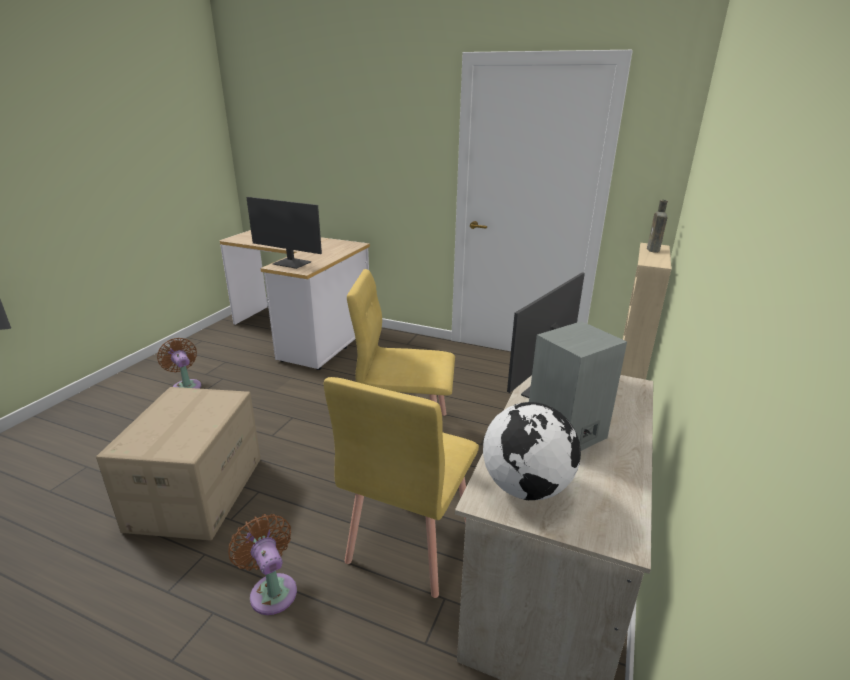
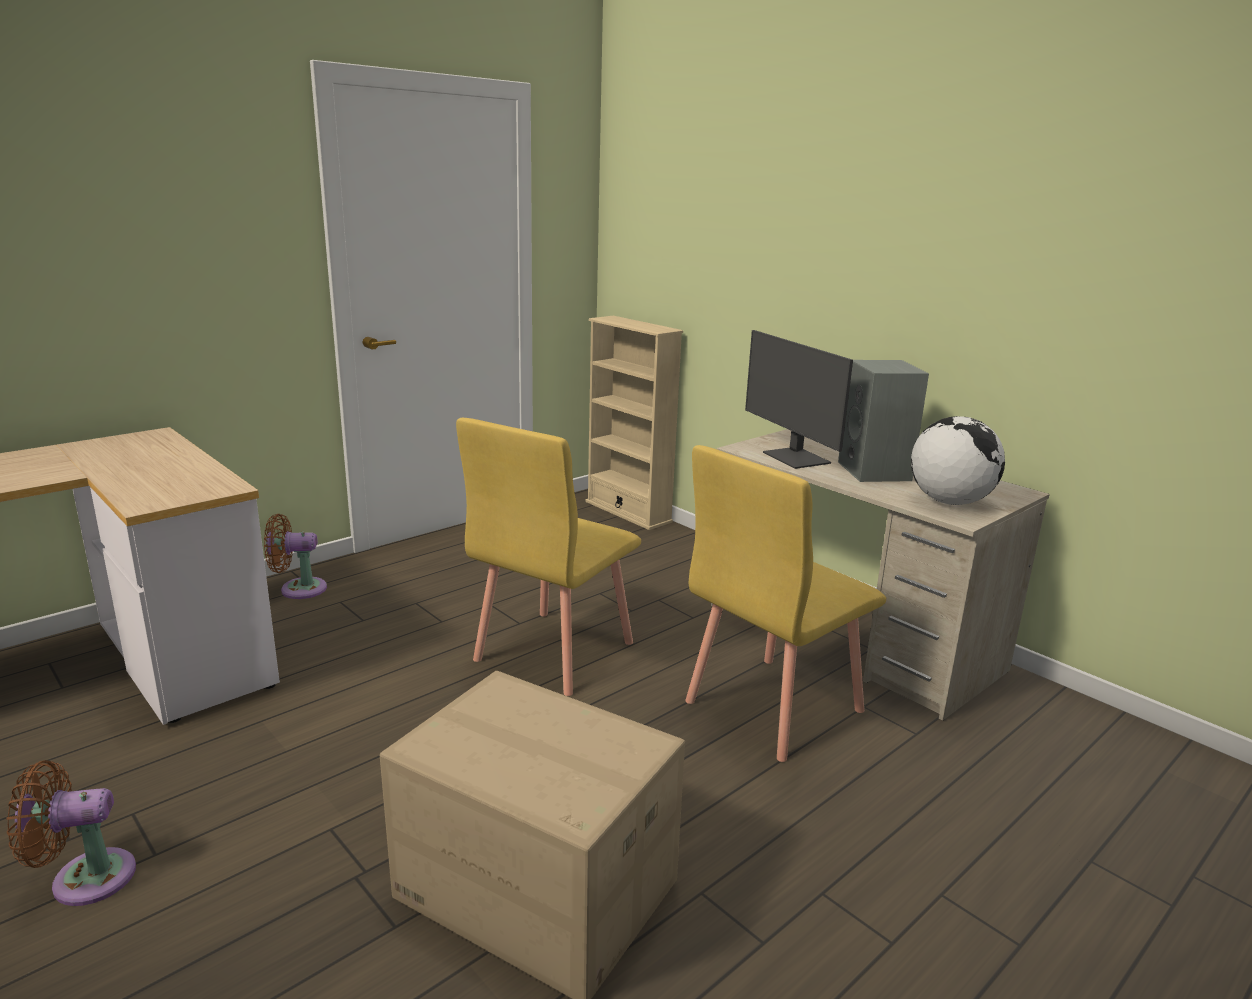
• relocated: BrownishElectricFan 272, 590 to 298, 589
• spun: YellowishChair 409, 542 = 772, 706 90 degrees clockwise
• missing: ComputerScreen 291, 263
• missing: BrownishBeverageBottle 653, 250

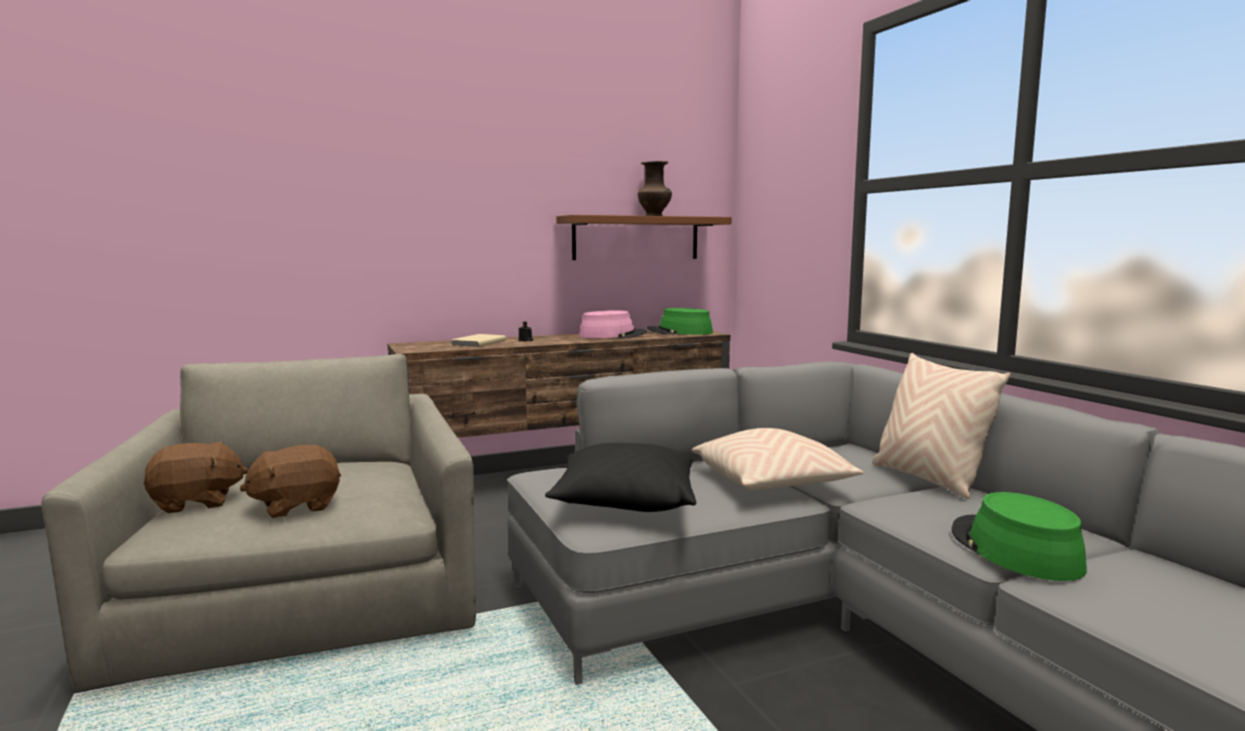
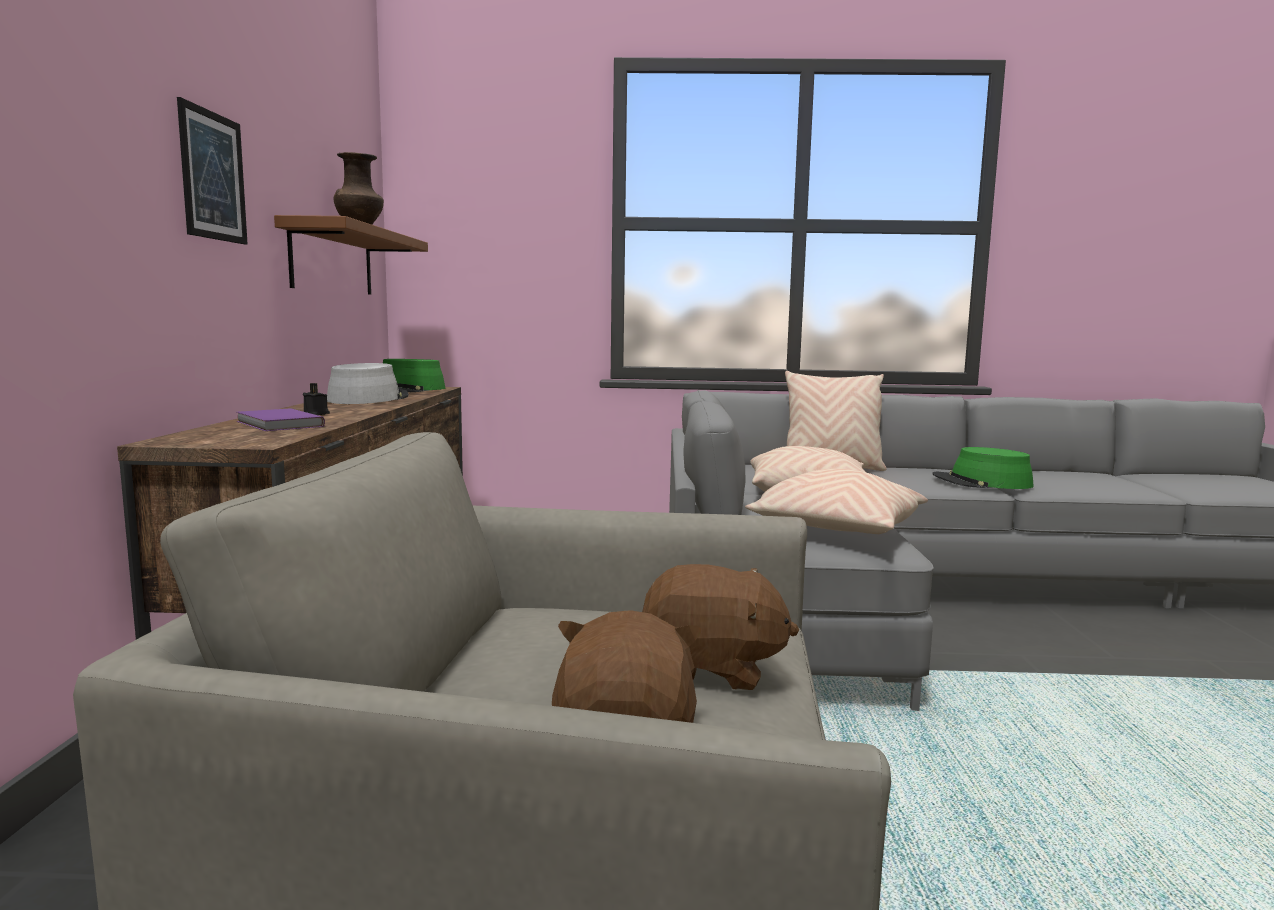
• appeared: WallArt 213, 176
• colour: BeigeColouredVolume 477, 343 to PurpleColouredVolume 278, 424
• colour: PinkColouredWearableHat 613, 335 to GrayWearableHat 368, 399
• spun: BrownishPlushToy 296, 506 = 711, 670 75 degrees counterclockwise
• colour: BlackishCushion 625, 502 to BeigeColouredCushion 837, 531

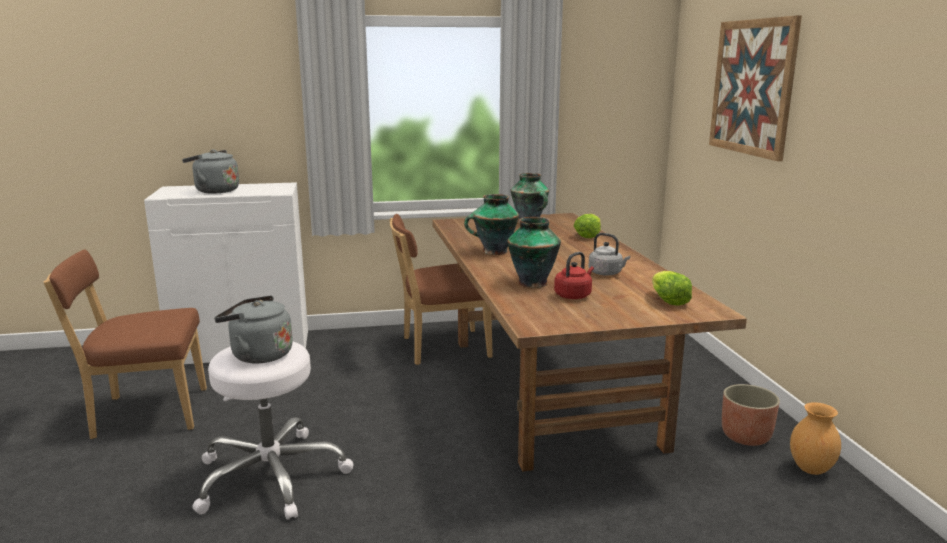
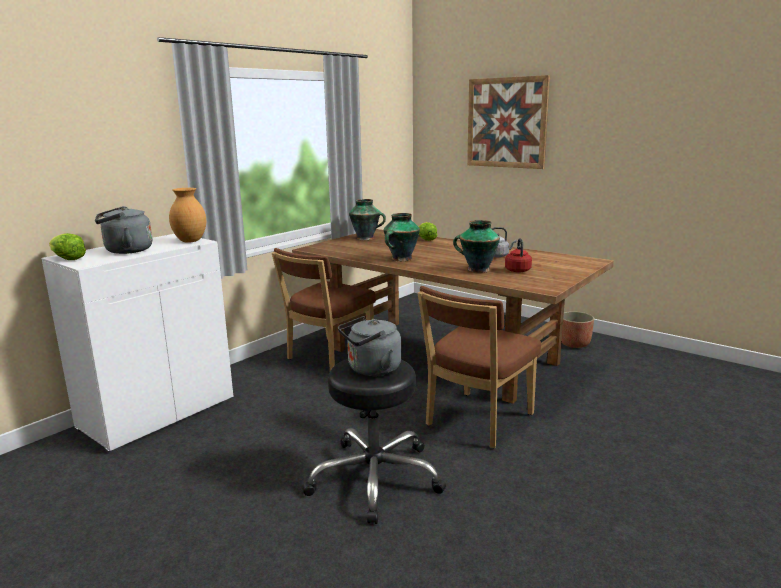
• relocated: Lettuce 667, 301 to 67, 259
• relocated: BrownishVase 810, 469 to 190, 241
• colour: WhiteStool 271, 476 to BlackishStool 375, 478
• relocated: BrownishChair 145, 413 to 476, 421

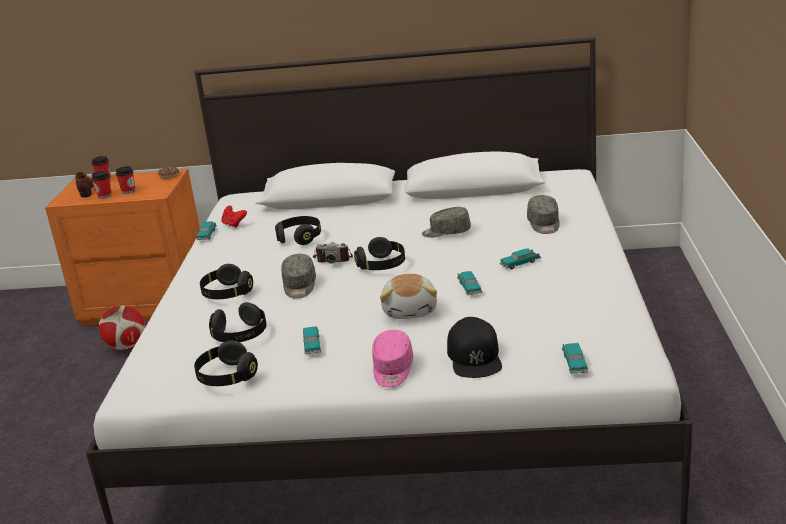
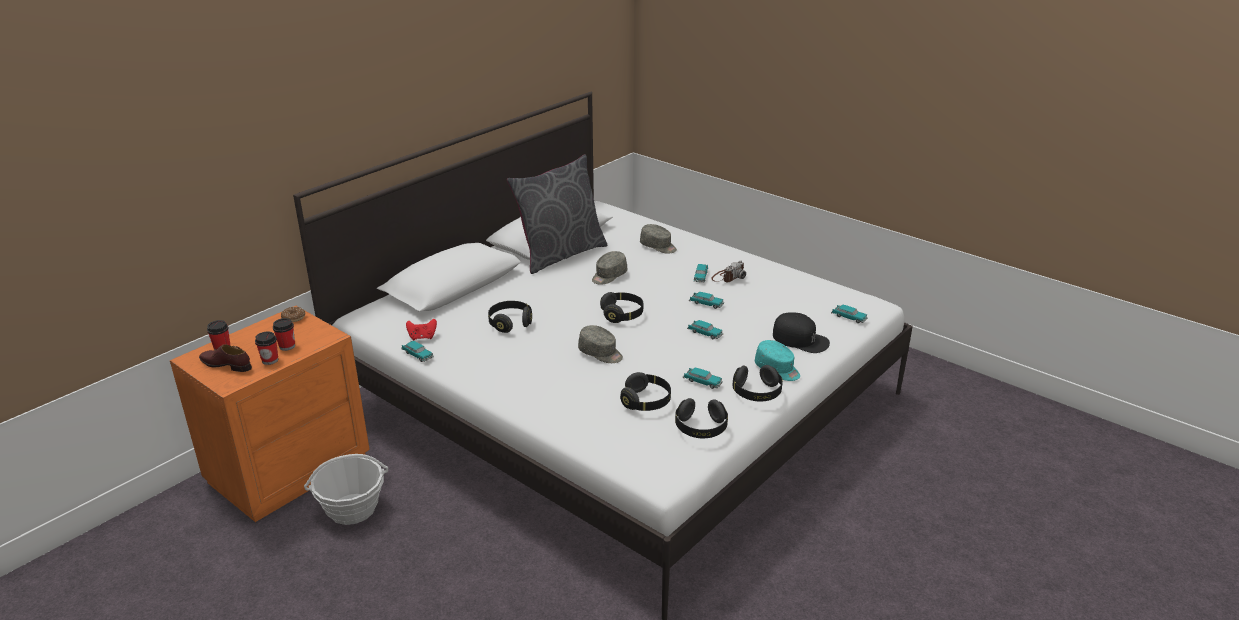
• exchanged: FootballBall 127, 347 to StorageBasket 352, 509
• appeared: GrayCushion 560, 254
• exchanged: PlushToy 411, 310 to ToyCar 705, 333
• relocated: StillCamera 333, 259 to 728, 277
• relocated: BlackishHeadset 227, 294 to 756, 393
• colour: PinkColouredPeakedCap 392, 370 to TurquoiseColouredPeakedCap 777, 369

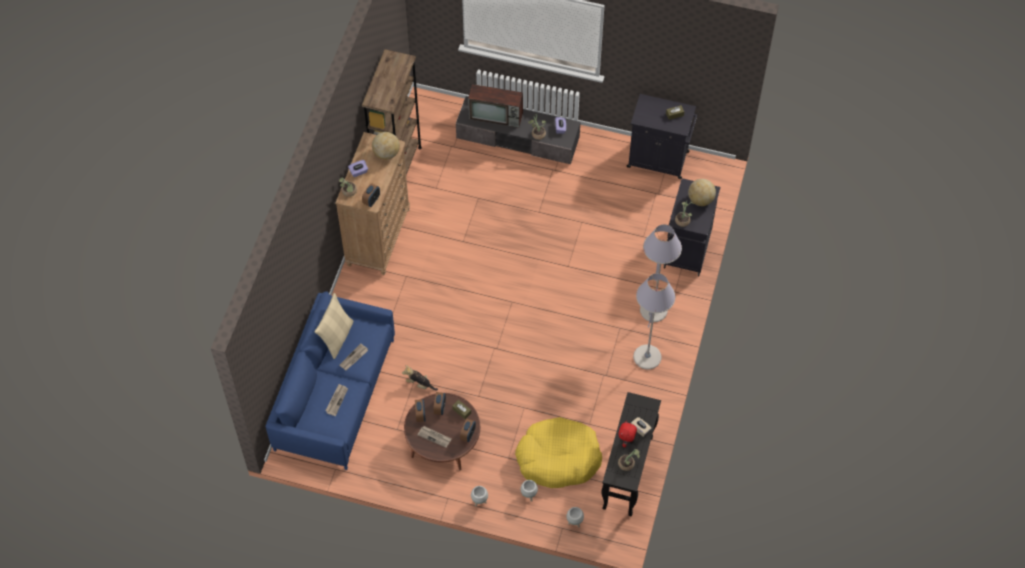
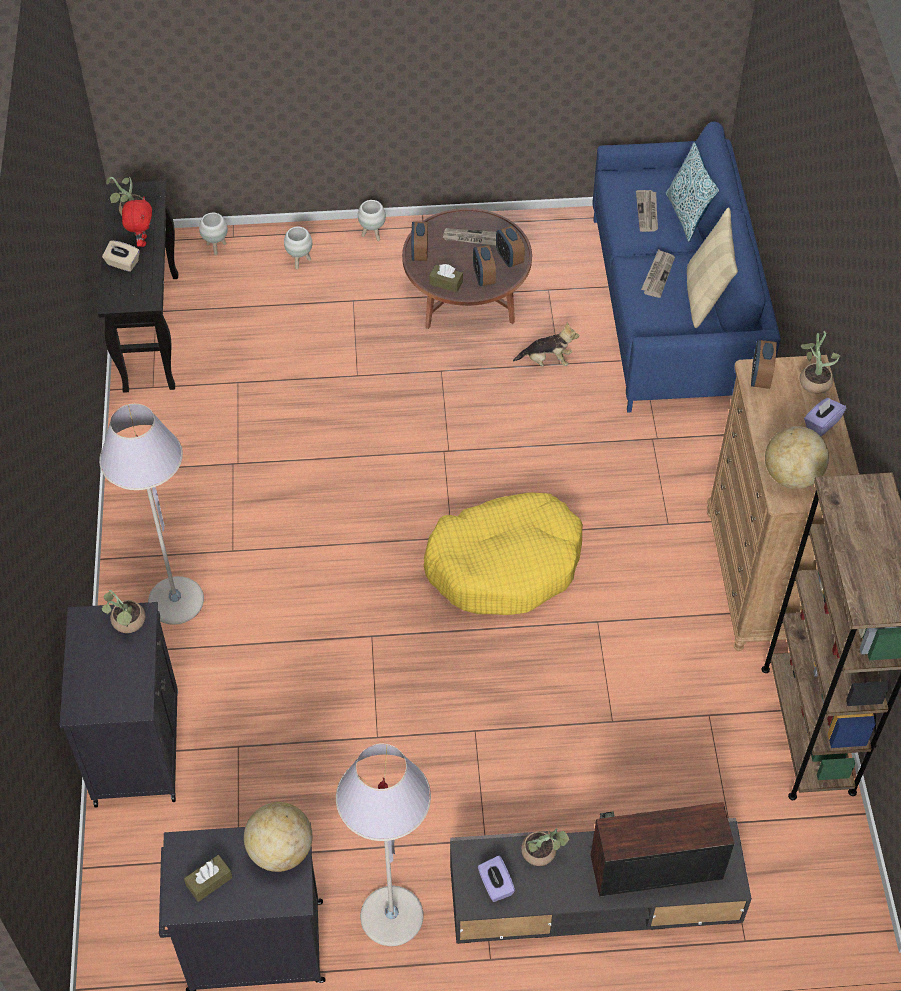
• relocated: DeskGlobe 700, 200 to 280, 850
• relocated: GrayStandardLamp 647, 357 to 391, 916
• relocated: YellowishDogCushion 558, 458 to 505, 564
• appeared: Cushion 687, 215

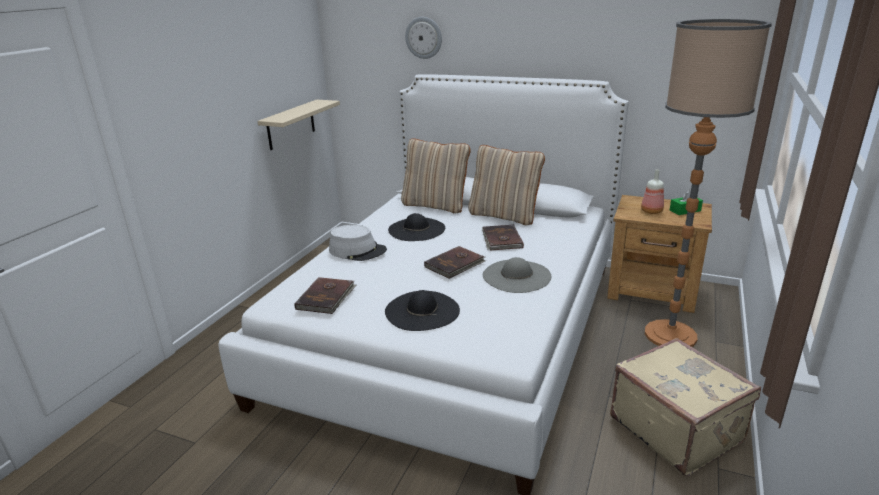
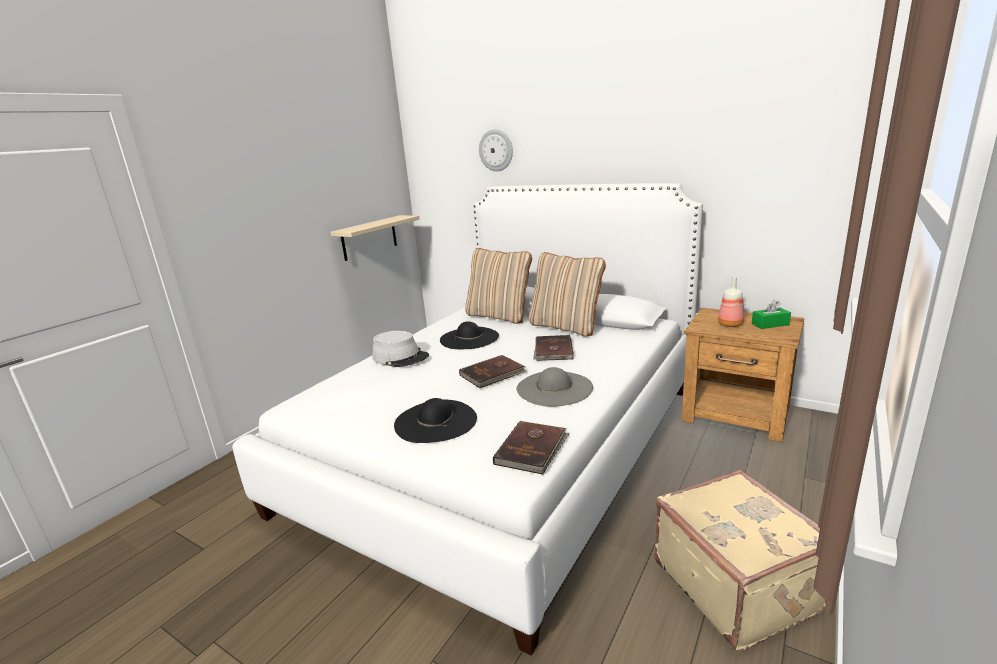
• relocated: BrownishVolume 326, 297 to 532, 449
• missing: StandardLamp 670, 335

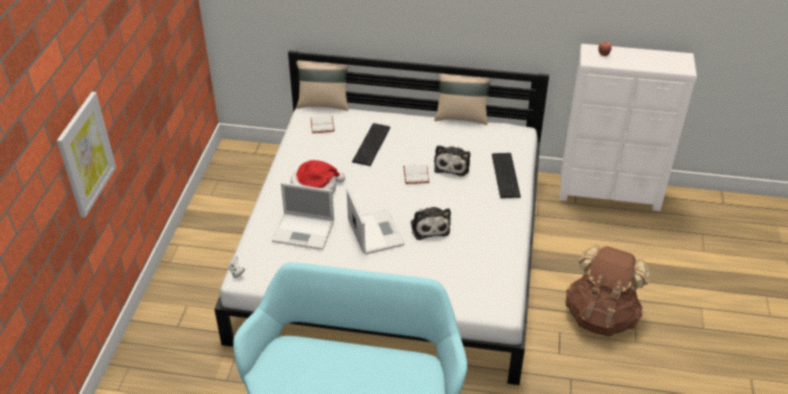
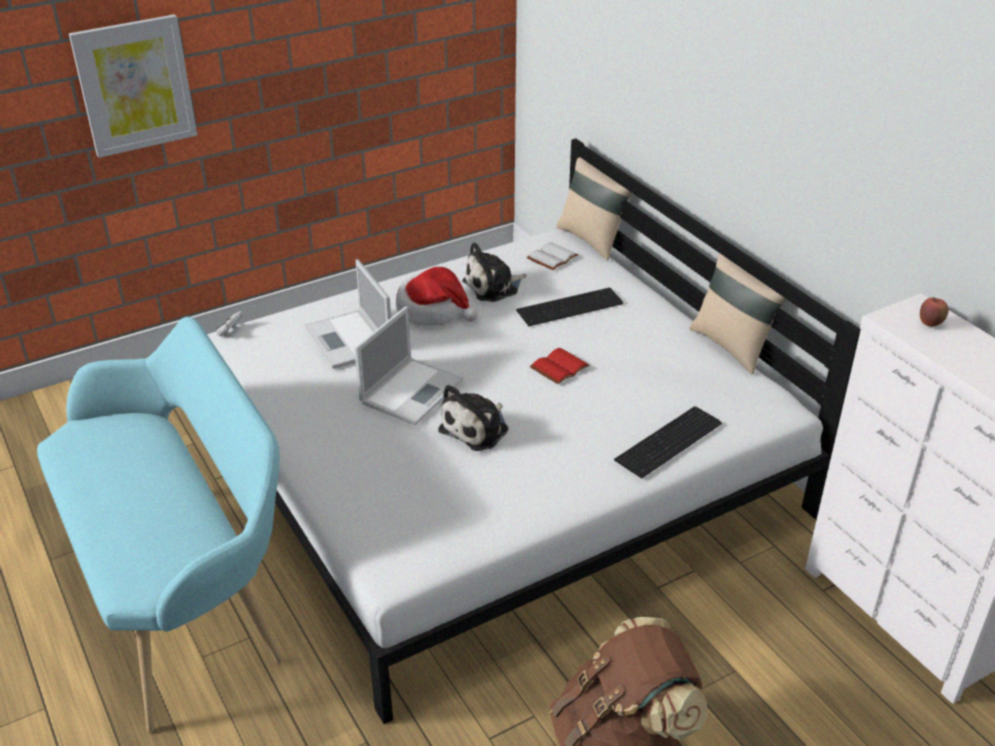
• relocated: PlushToy 452, 165 to 494, 287
• colour: WhiteVolume 415, 175 to RedColouredVolume 559, 366

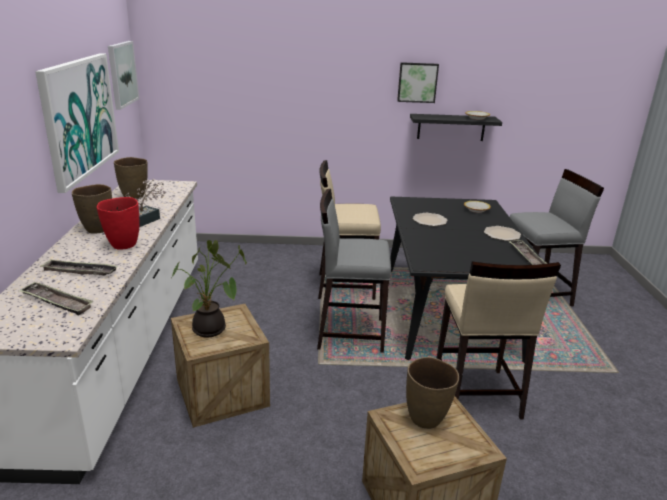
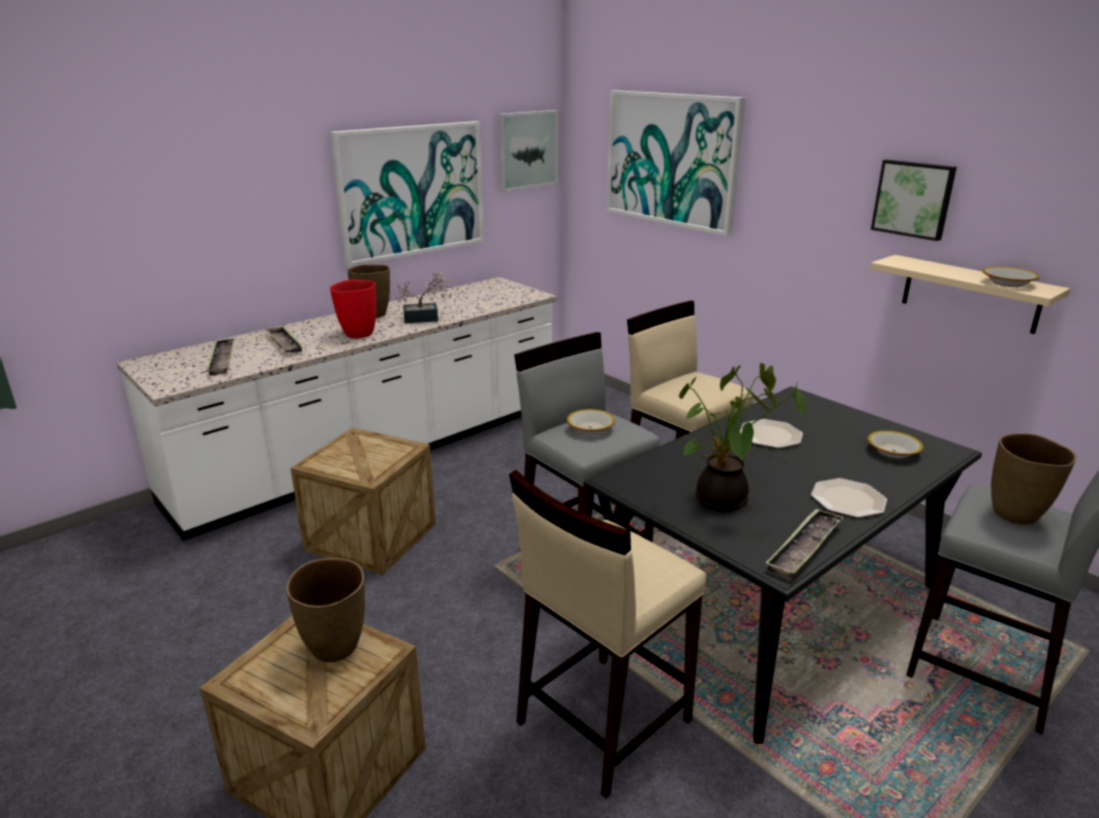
• appeared: DeepDish 590, 428
• appeared: WallArt 671, 159
• relocated: PottedPlant 211, 330 to 723, 502
• colour: BlackishBracketShelf 451, 127 to BeigeColouredBracketShelf 970, 294
• relocated: BrownishVase 134, 196 to 1016, 514

